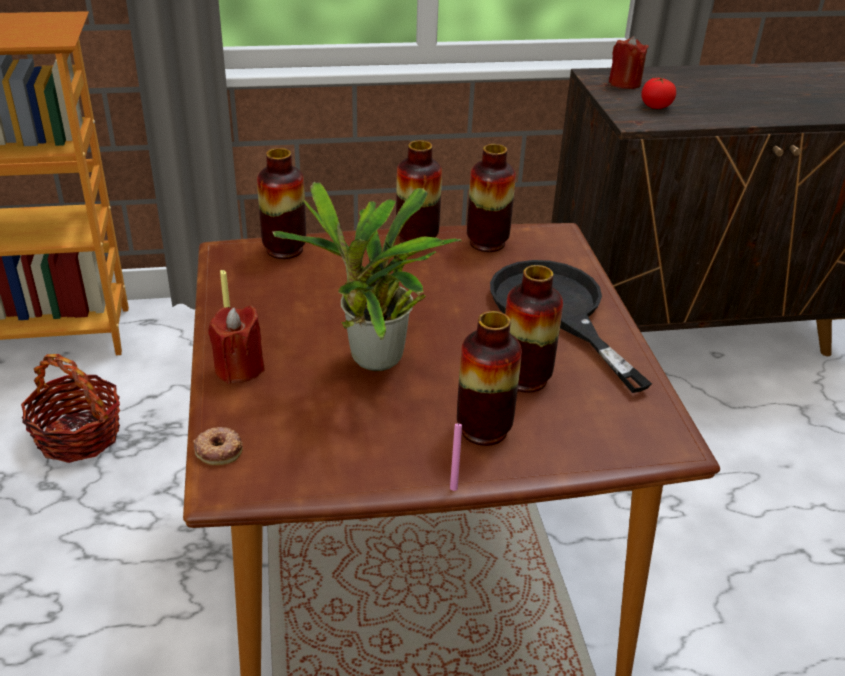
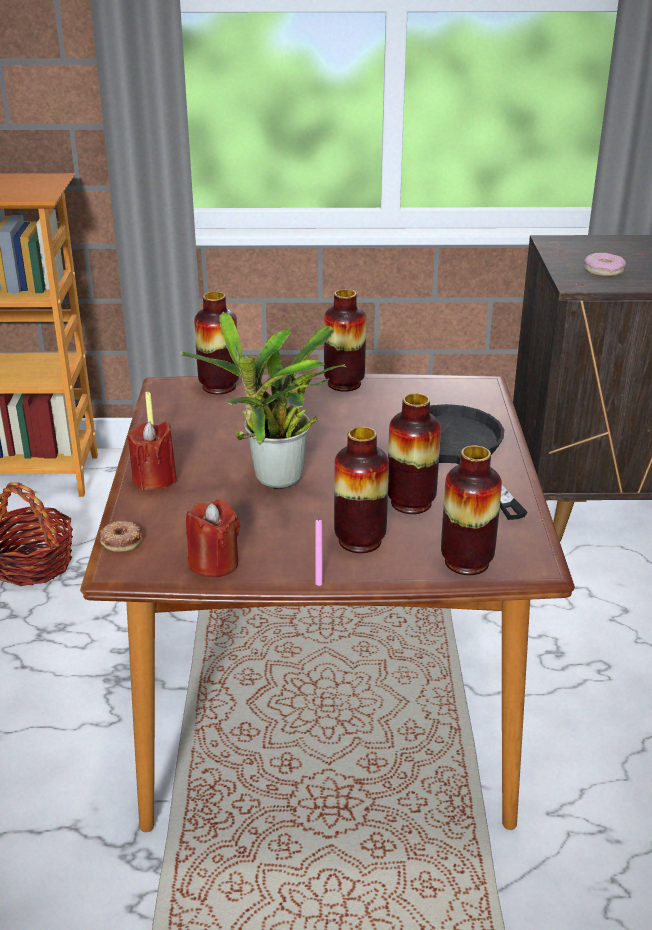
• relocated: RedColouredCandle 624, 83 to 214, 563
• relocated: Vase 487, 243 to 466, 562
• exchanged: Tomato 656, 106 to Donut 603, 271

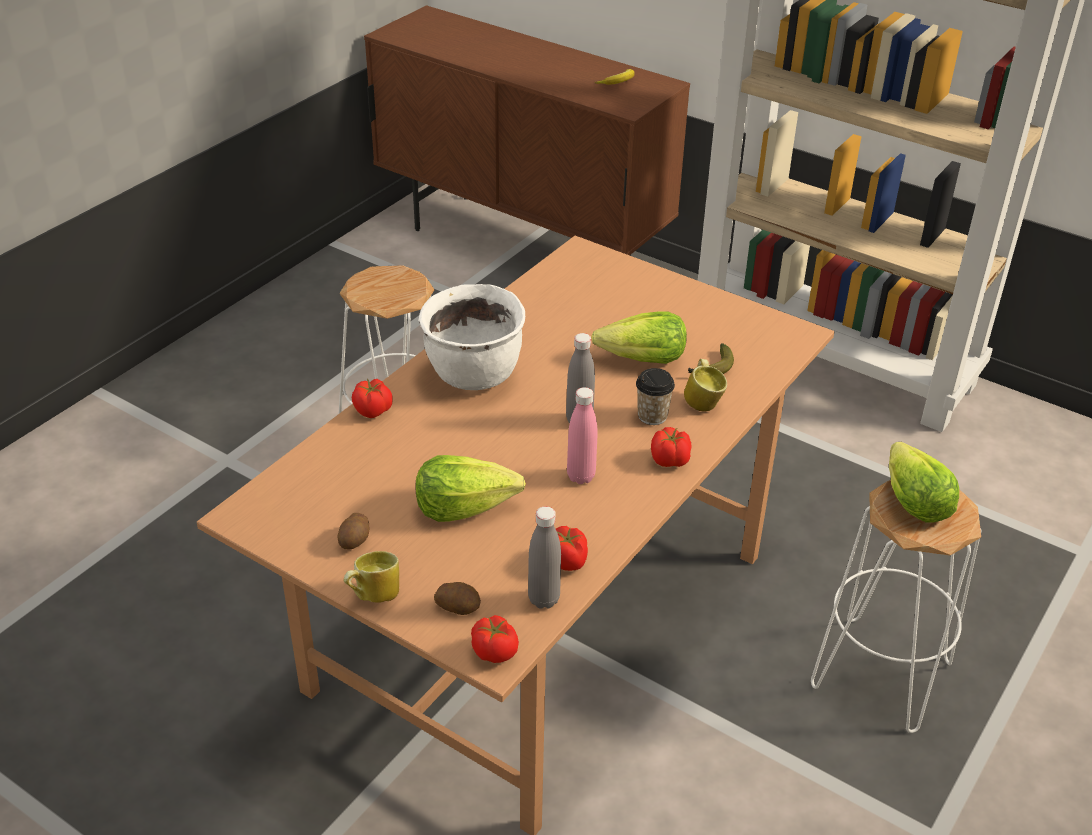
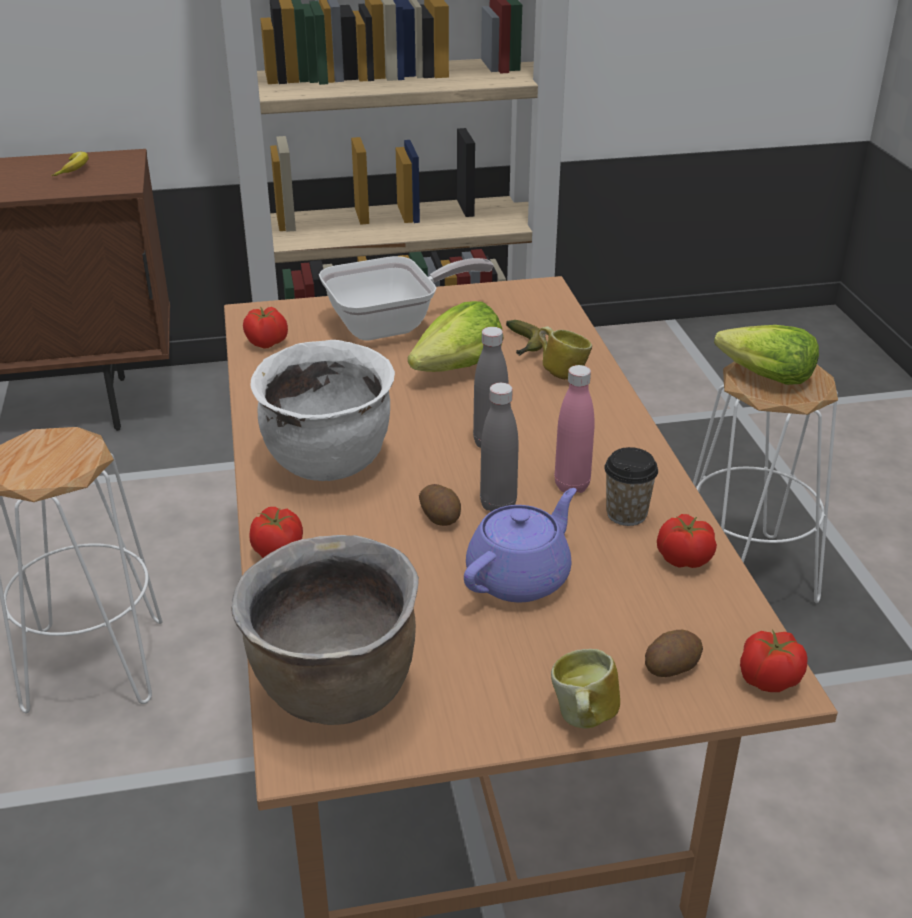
• appeared: BrownishSaucepot 335, 690
• relocated: Tomato 670, 461 to 267, 343
• appeared: FryingPan 392, 325
• relocated: Spud 355, 540 to 441, 517
• exchanged: Lettuce 464, 506 to PurpleColouredTeaPot 520, 577
• relocated: GrayBeverageBottle 543, 599 to 498, 505
• relocated: Cup 652, 416 to 626, 514

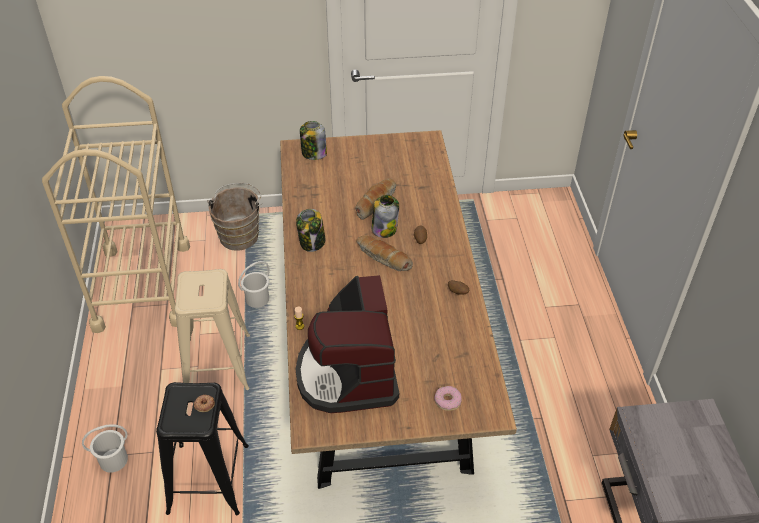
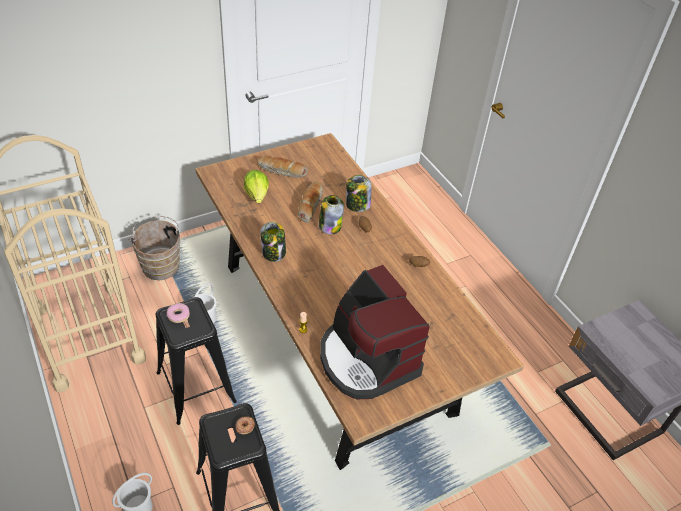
• colour: BeigeColouredStool 217, 364 to BlackishStool 196, 387
• relocated: Donut 448, 401 to 178, 315
• appeared: Lettuce 257, 195
• relocated: BakeryBread 383, 258 to 282, 171
• relocated: PreserveJar 313, 153 to 357, 205

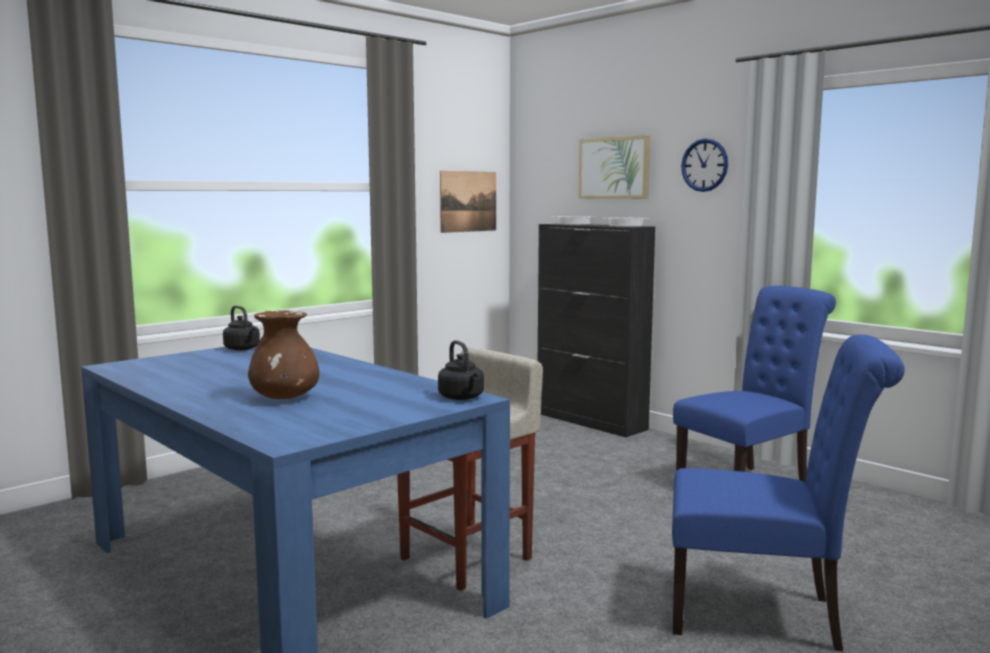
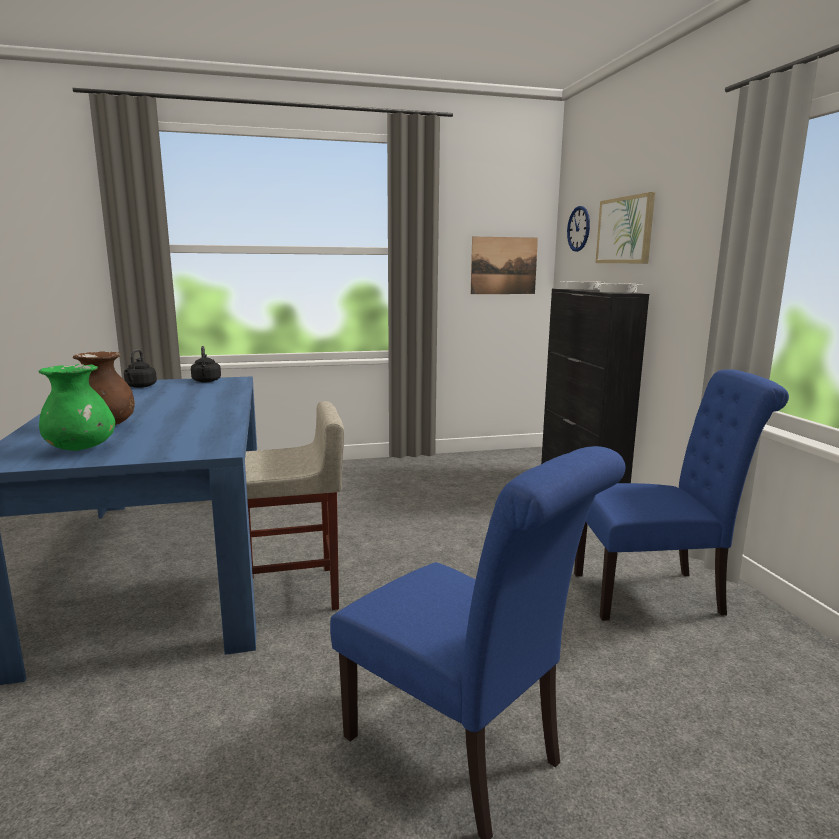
• appeared: GreenishVase 81, 448
• relocated: BlackishWaterKettle 462, 398 to 140, 386
• relocated: WallClock 704, 165 to 578, 229

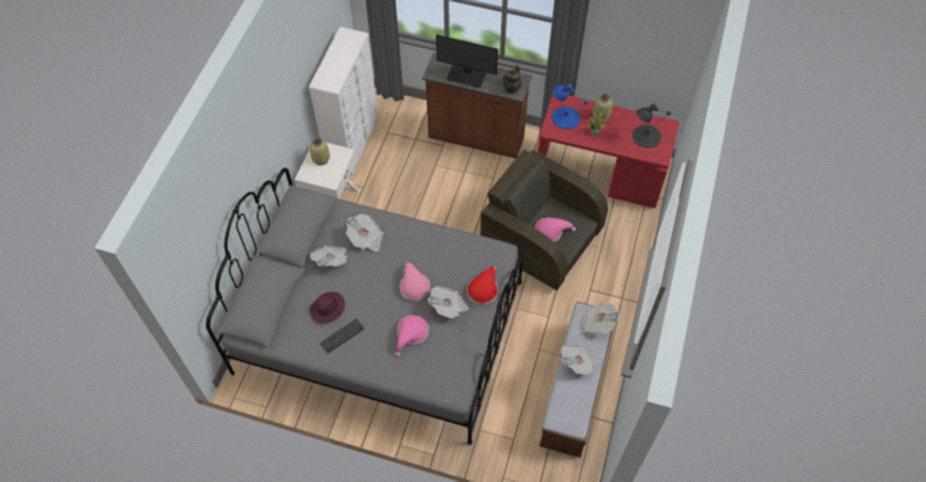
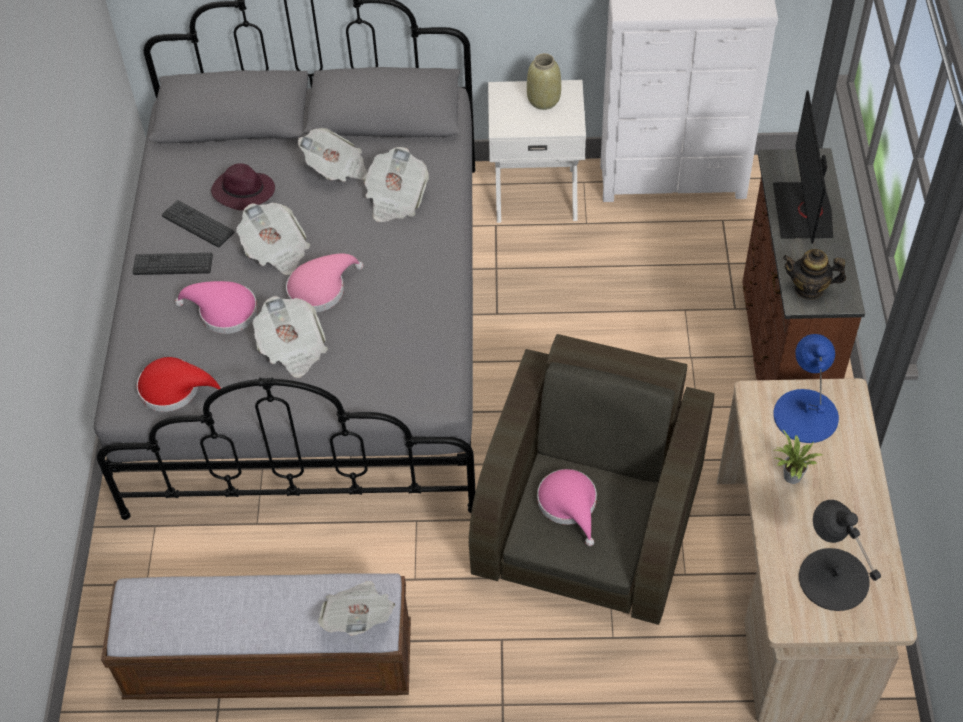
• appeared: ComputerKeyboard 173, 264
• relocated: RedColouredWearableHat 483, 290 to 175, 389
• relocated: Newspaper 578, 363 to 276, 251
• colour: RedColouredDesk 599, 176 to BeigeColouredDesk 794, 593
• missing: BeigeColouredVase 601, 116

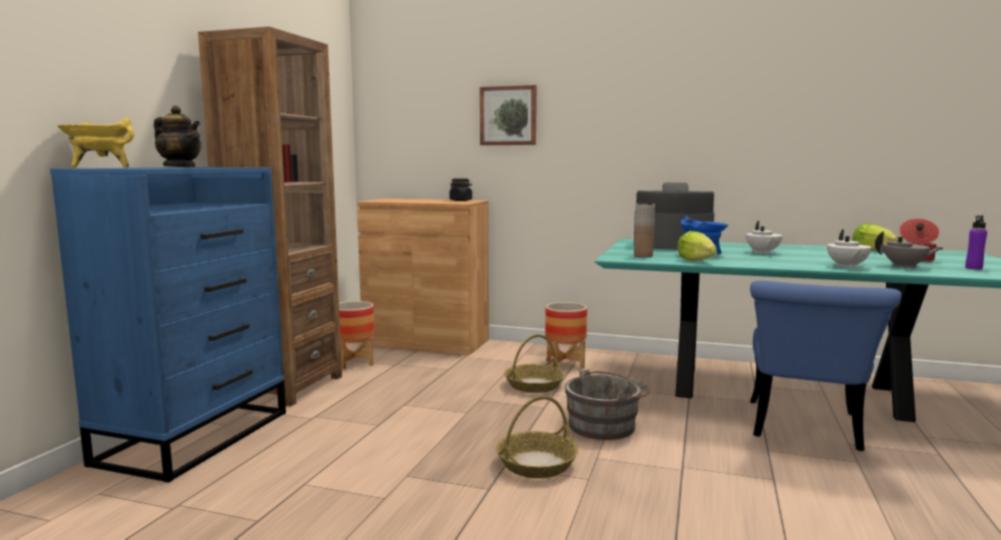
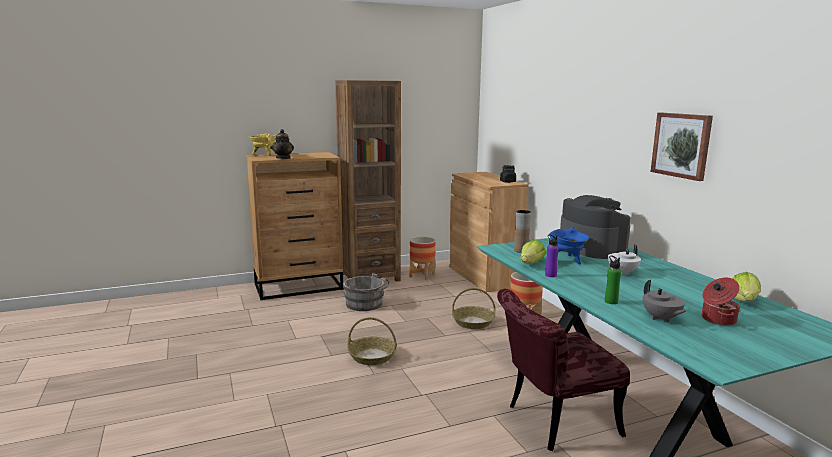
• colour: BlueDresser 196, 436 to BrownishDresser 299, 286
• relocated: GrayPail 605, 425 to 366, 304
• colour: BlueChair 804, 430 to RedColouredChair 553, 422
• relocated: PurpleColouredBeverageBottle 973, 268 to 550, 275
• exchanged: WhiteTeaPot 846, 266 to GreenishBeverageBottle 611, 301
• relocated: WallArt 508, 116 to 682, 145

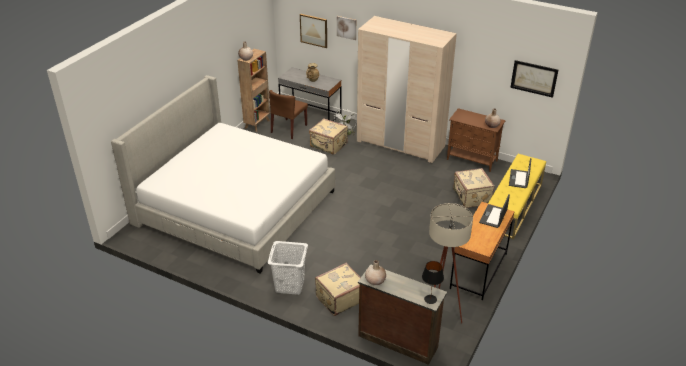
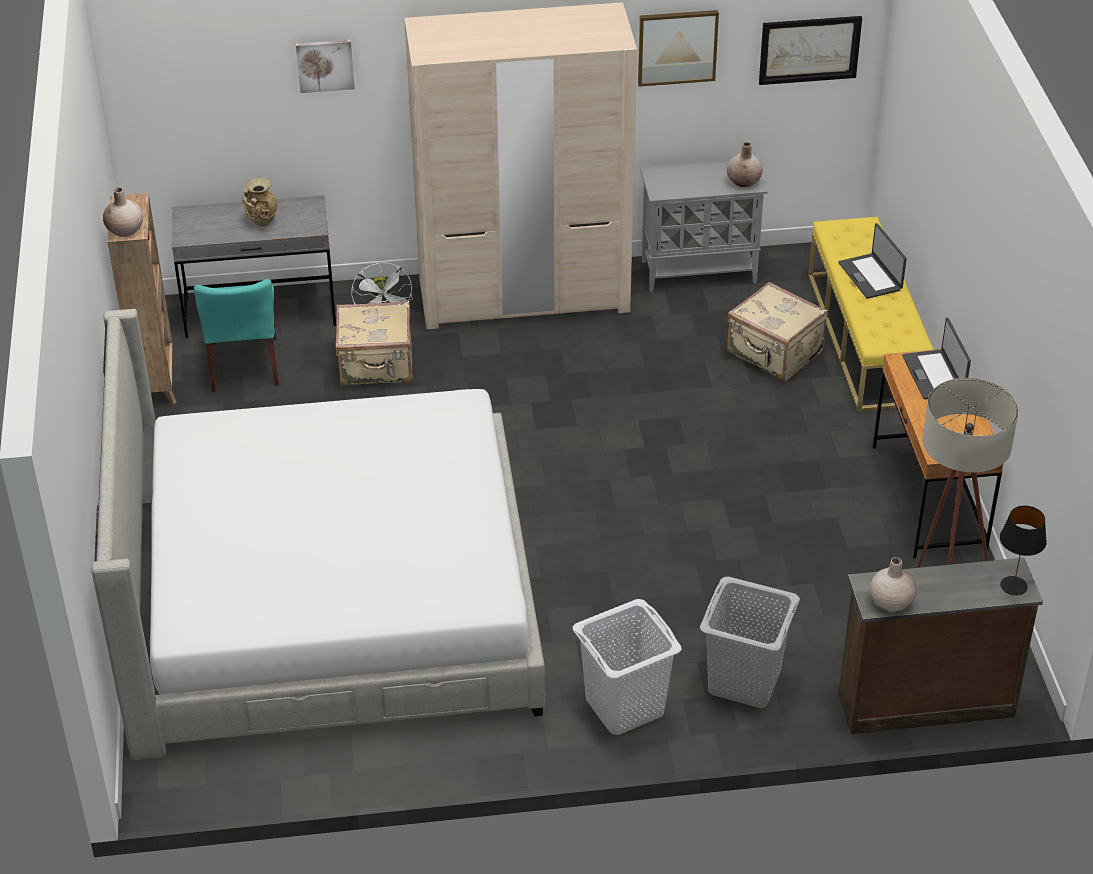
• colour: BrownishChair 289, 129 to TurquoiseColouredChair 244, 364
• relocated: WallArt 314, 30 to 677, 47
• colour: BrownishCabinet 472, 160 to GrayCabinet 700, 271
• exchanged: BeigeColouredPieceOfLuggage 339, 298 to GrayHamper 744, 682

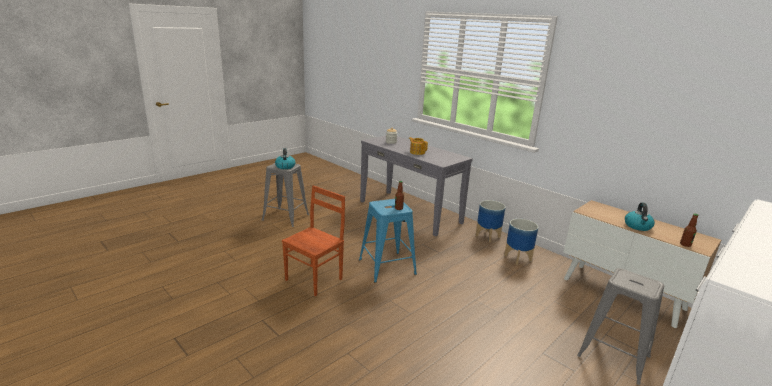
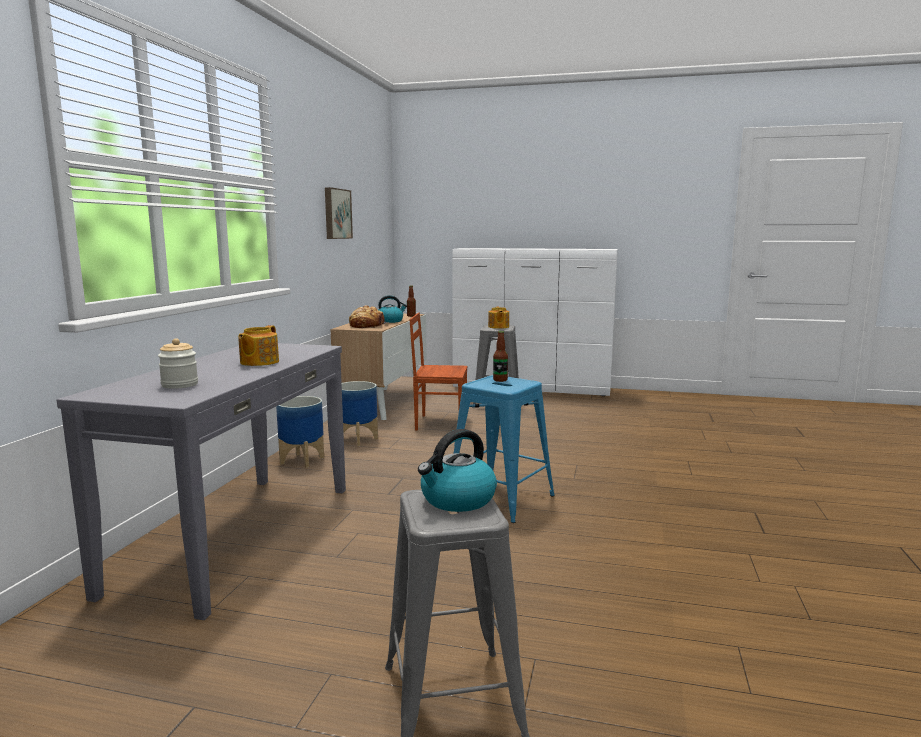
• appeared: WallArt 336, 214
• appeared: BakeryBread 367, 326
• relocated: BrownishChair 315, 279 to 440, 423
• appeared: TeaPot 498, 327

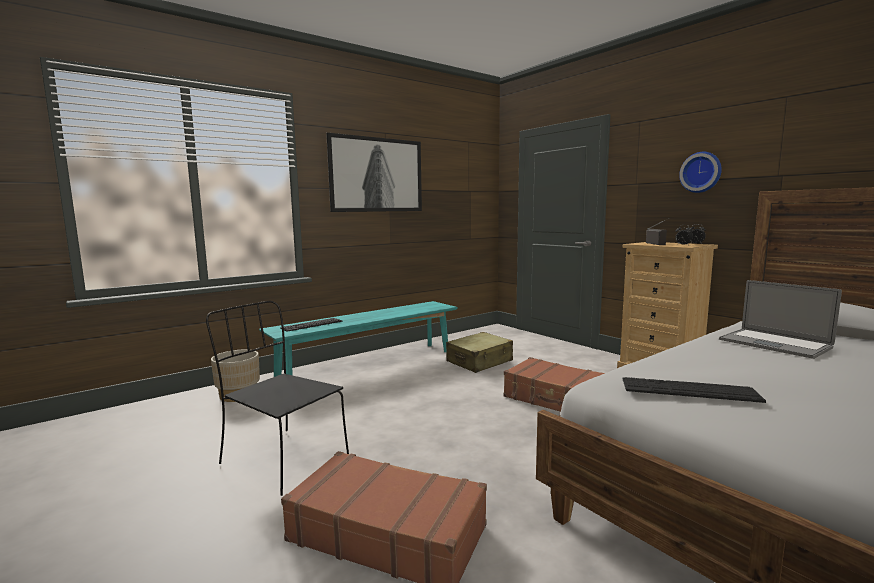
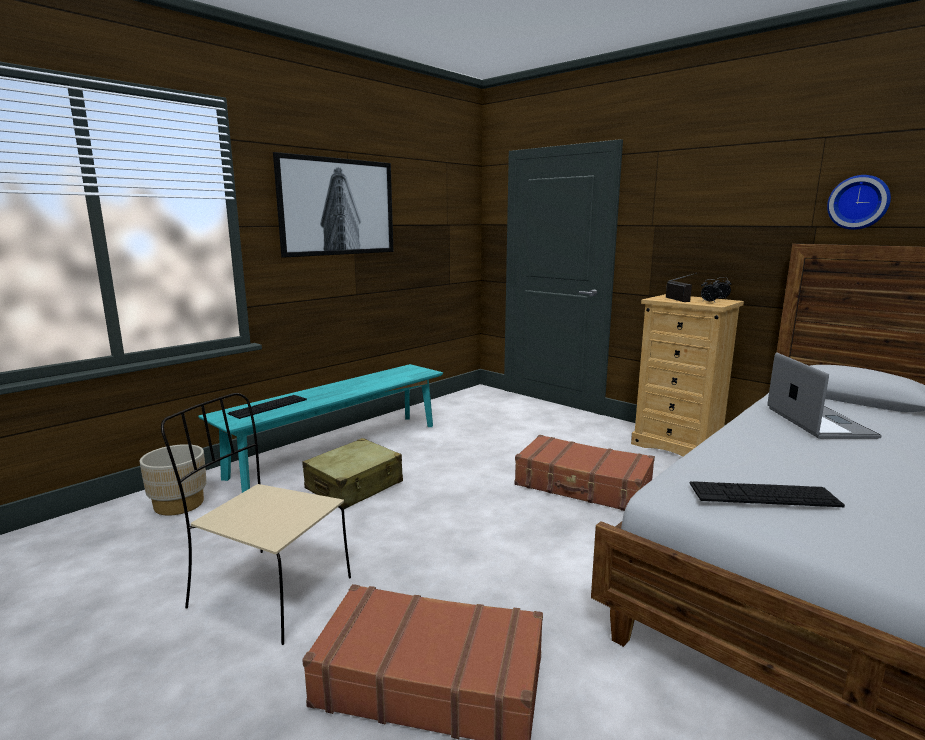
• colour: BlackishChair 282, 458 to BeigeColouredChair 267, 592
• relocated: BeigeColouredPieceOfLuggage 479, 361 to 354, 486
• spun: PortableComputer 774, 343 = 819, 422 135 degrees counterclockwise
• relocated: WallClock 701, 172 to 858, 202

